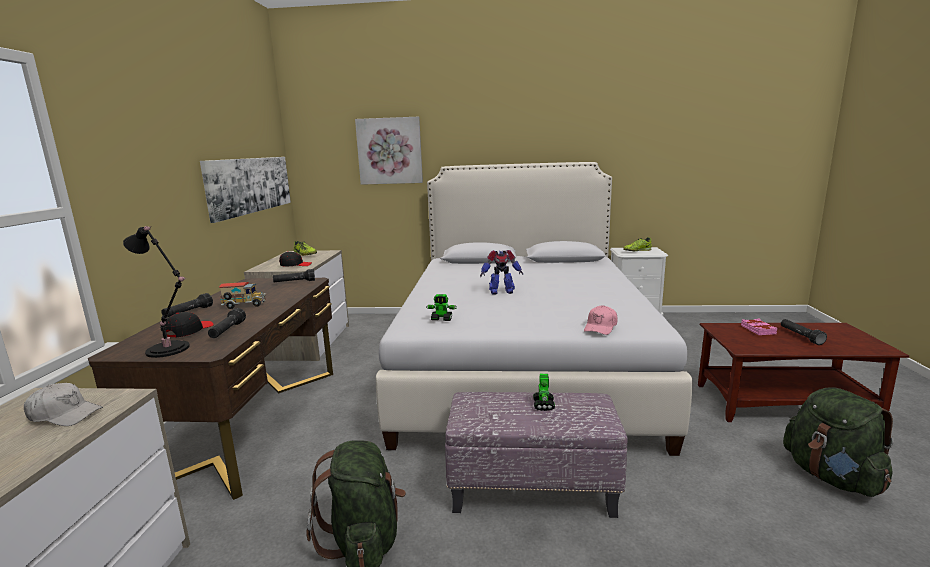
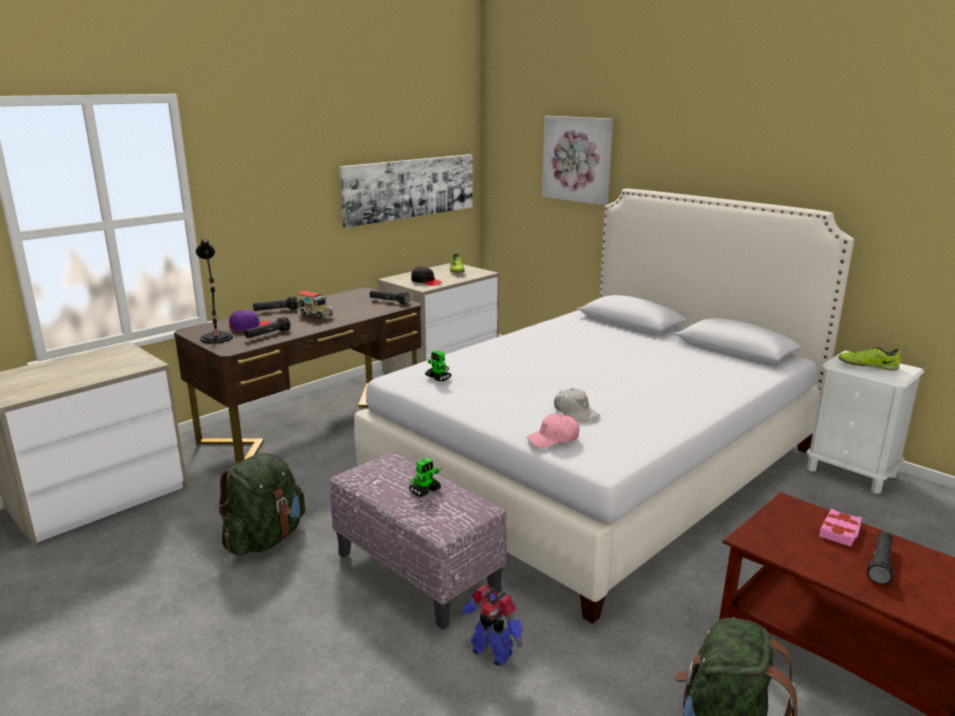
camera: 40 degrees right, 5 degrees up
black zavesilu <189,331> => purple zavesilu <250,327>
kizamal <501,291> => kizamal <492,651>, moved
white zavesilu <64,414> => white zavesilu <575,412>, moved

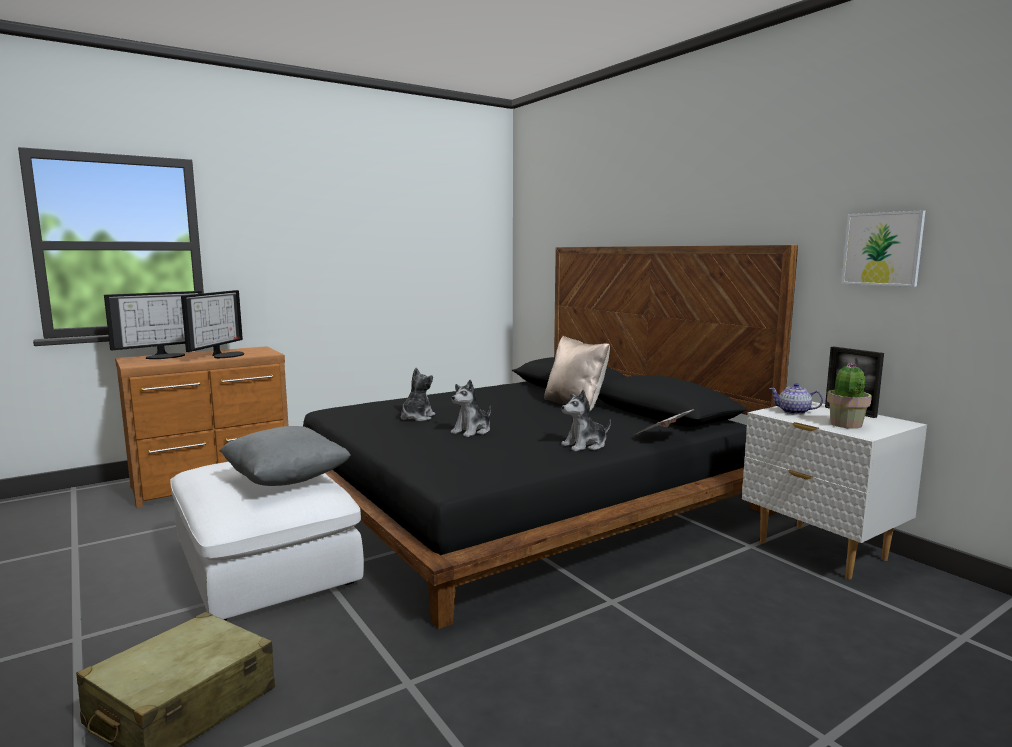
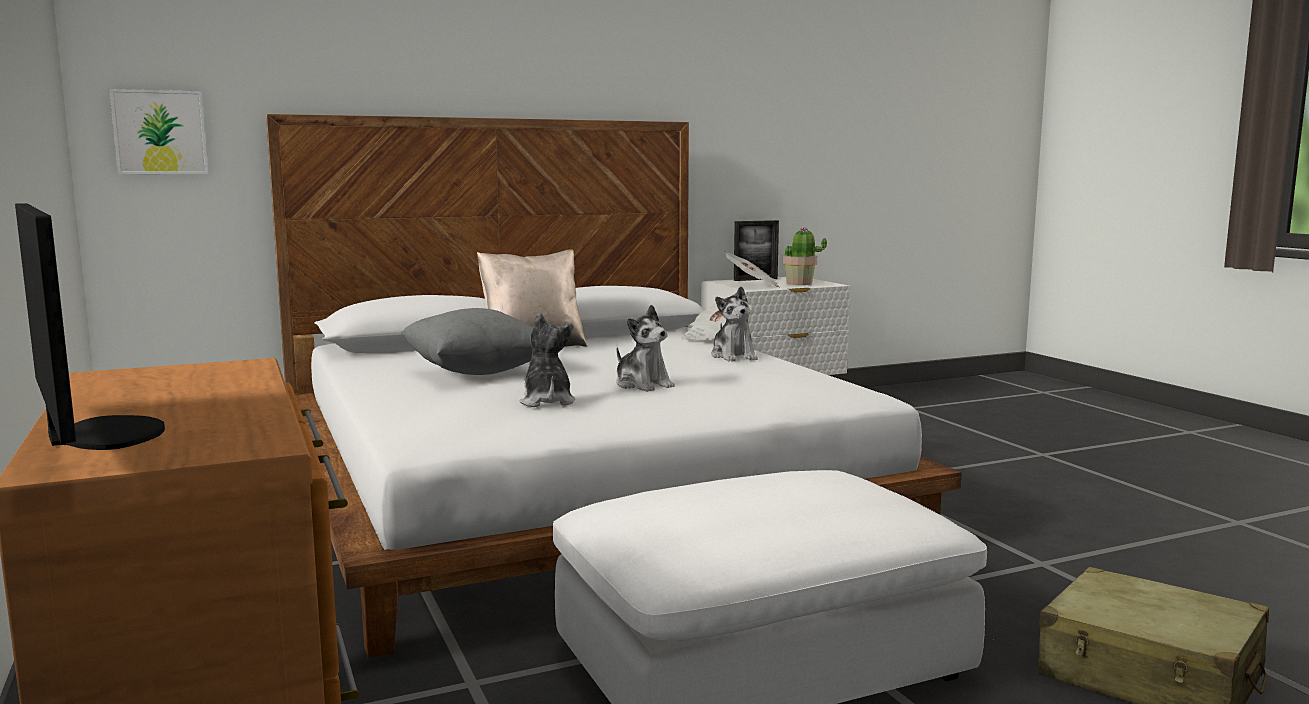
camera: 80 degrees left, 0 degrees up
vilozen <882,249> => vilozen <160,132>, moved
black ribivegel <520,498> => white ribivegel <574,493>
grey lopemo <286,479> => grey lopemo <476,372>, moved
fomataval <416,418> => fomataval <547,402>, 45 degrees clockwise
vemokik <794,412> => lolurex <751,285>
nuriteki <225,355> => nothing

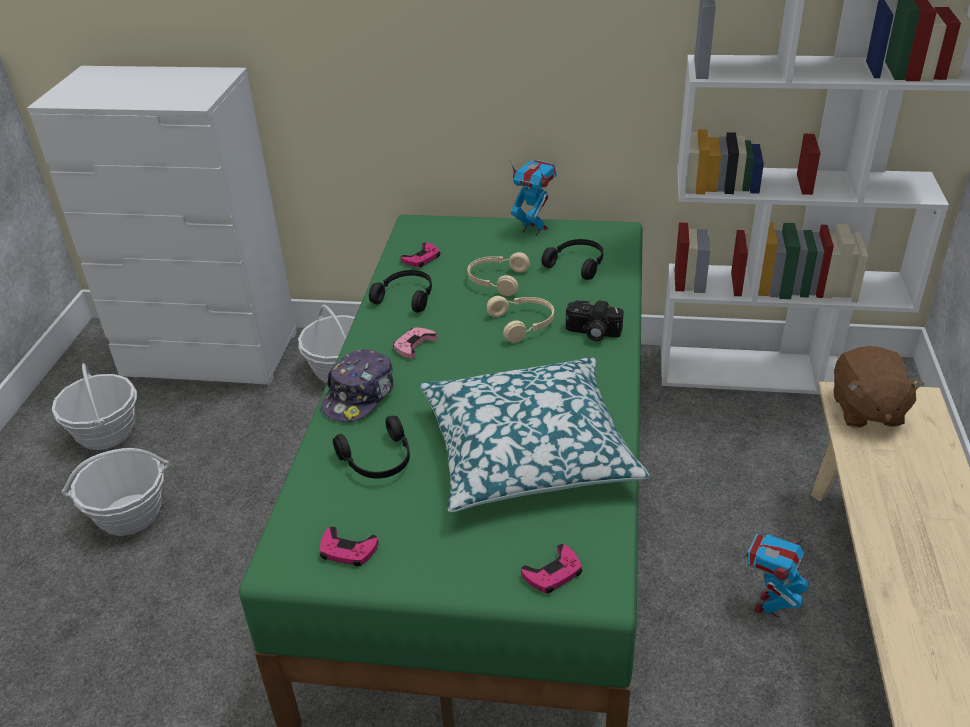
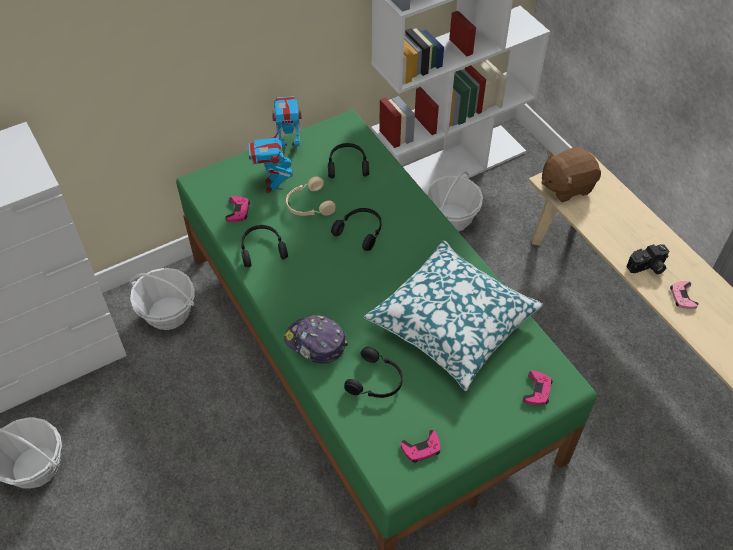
camera: 40 degrees left, 15 degrees up
kizamal <769,606> => kizamal <273,185>, moved
zavesilu <359,396> => zavesilu <315,343>, 135 degrees clockwise
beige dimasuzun <524,323> => black dimasuzun <360,231>
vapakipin <130,515> => vapakipin <451,218>, moved
brown fomataval <866,410> => brown fomataval <566,186>, 105 degrees clockwise
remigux <592,333> => remigux <648,267>, moved
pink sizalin <414,345> => pink sizalin <682,297>, moved

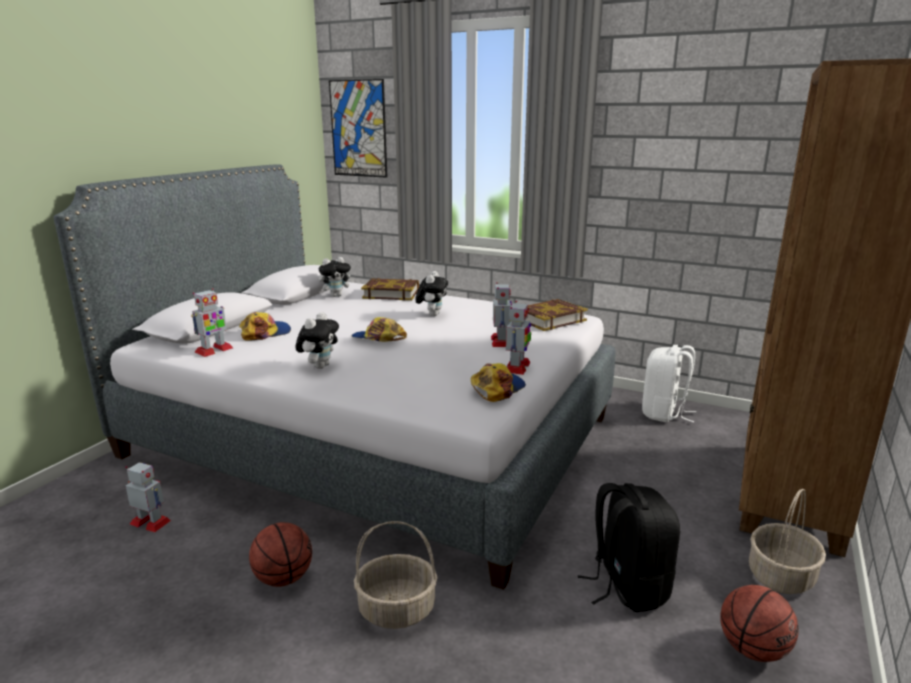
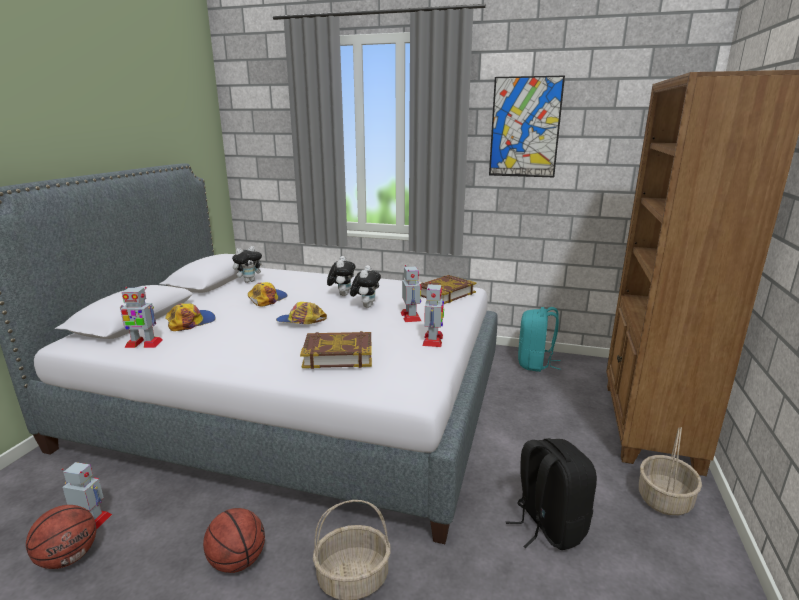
camera: 10 degrees left, 0 degrees up
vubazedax <752,649> => vubazedax <69,557>, moved
kizamal <213,350> => kizamal <143,344>, 60 degrees clockwise
zavesilu <497,388> => zavesilu <267,299>, moved
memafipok <391,294> => memafipok <338,355>, moved
fomataval <319,366> => fomataval <366,306>, moved
vilozen <358,129> => vilozen <525,127>, moved
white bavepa <664,413> => turquoise bavepa <535,363>

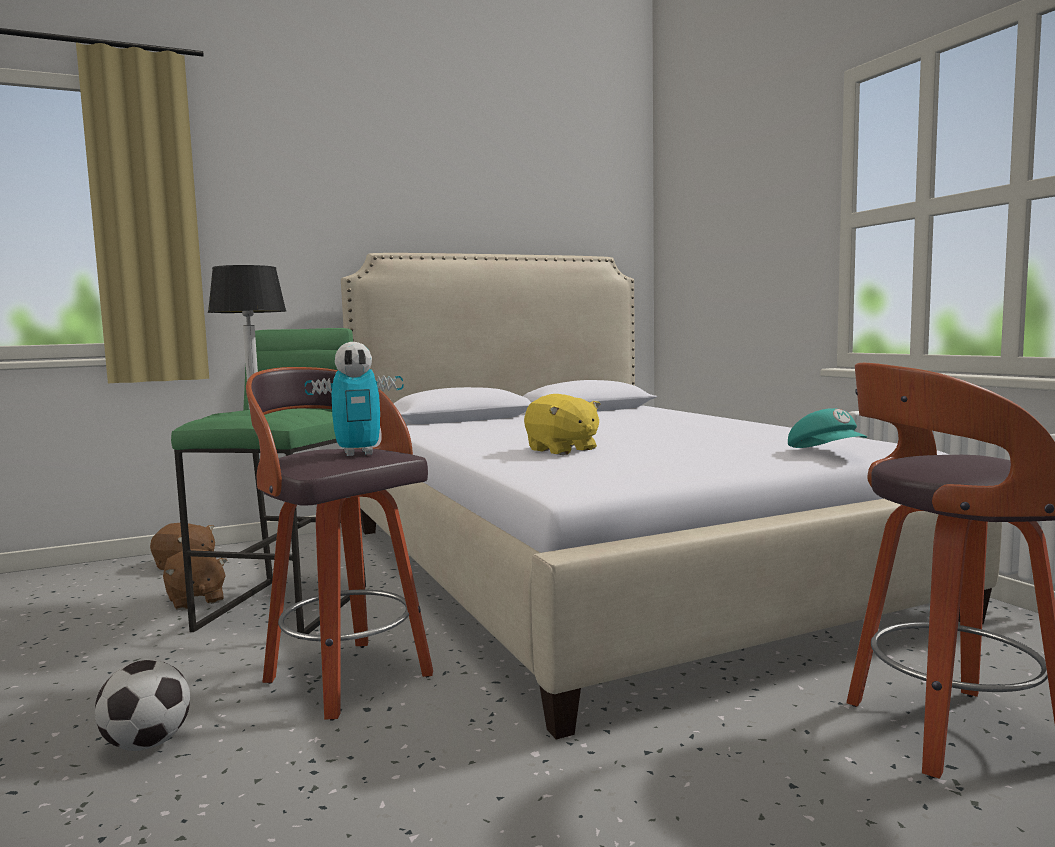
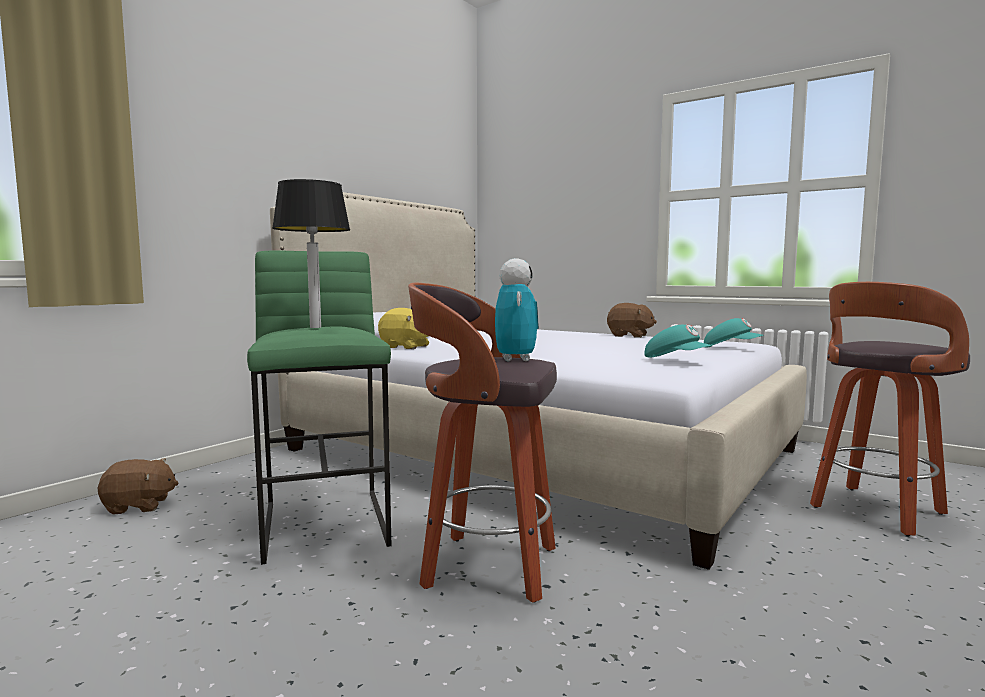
camera: 30 degrees left, 0 degrees up
yellow fomataval <562,450> => yellow fomataval <406,347>, moved
kizamal <358,453> => kizamal <515,359>, 45 degrees counterclockwise
brown fomataval <195,600> => brown fomataval <629,336>, moved
nothing => turquoise zavesilu <676,360>
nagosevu <147,744> => nothing

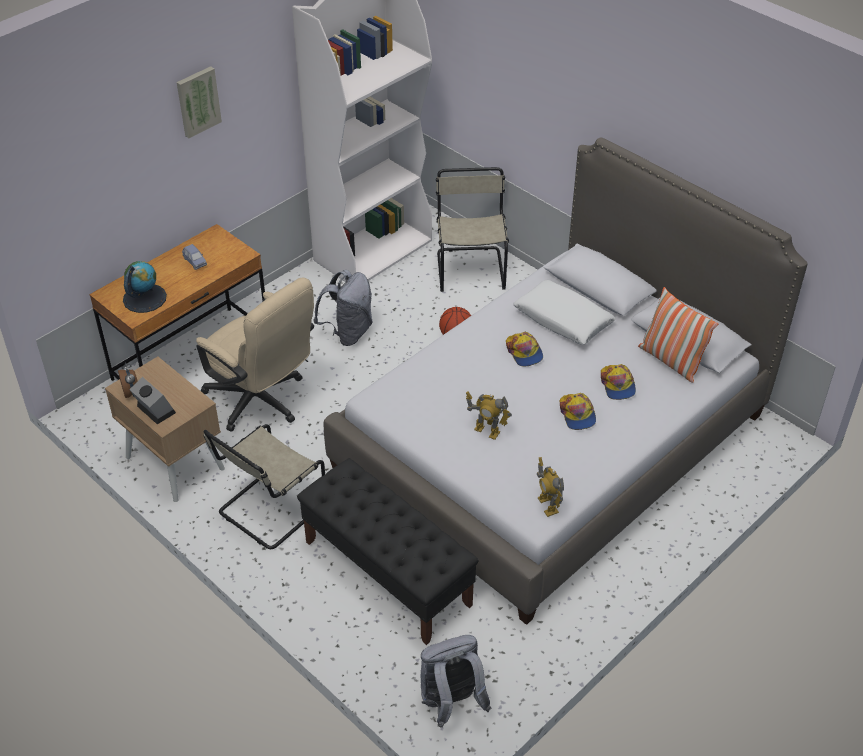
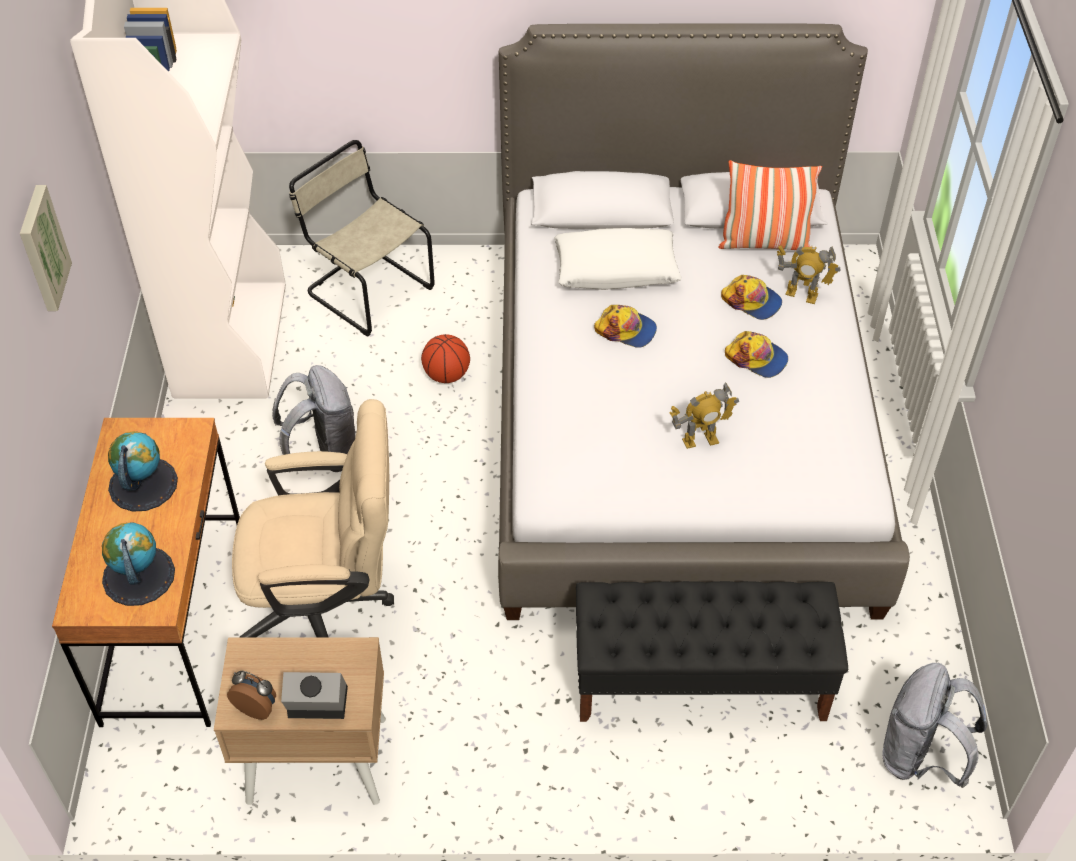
camera: 45 degrees left, 5 degrees up
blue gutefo <195,262> => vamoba <143,484>
kizamal <547,505> => kizamal <801,295>, moved
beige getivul <269,510> => nothing

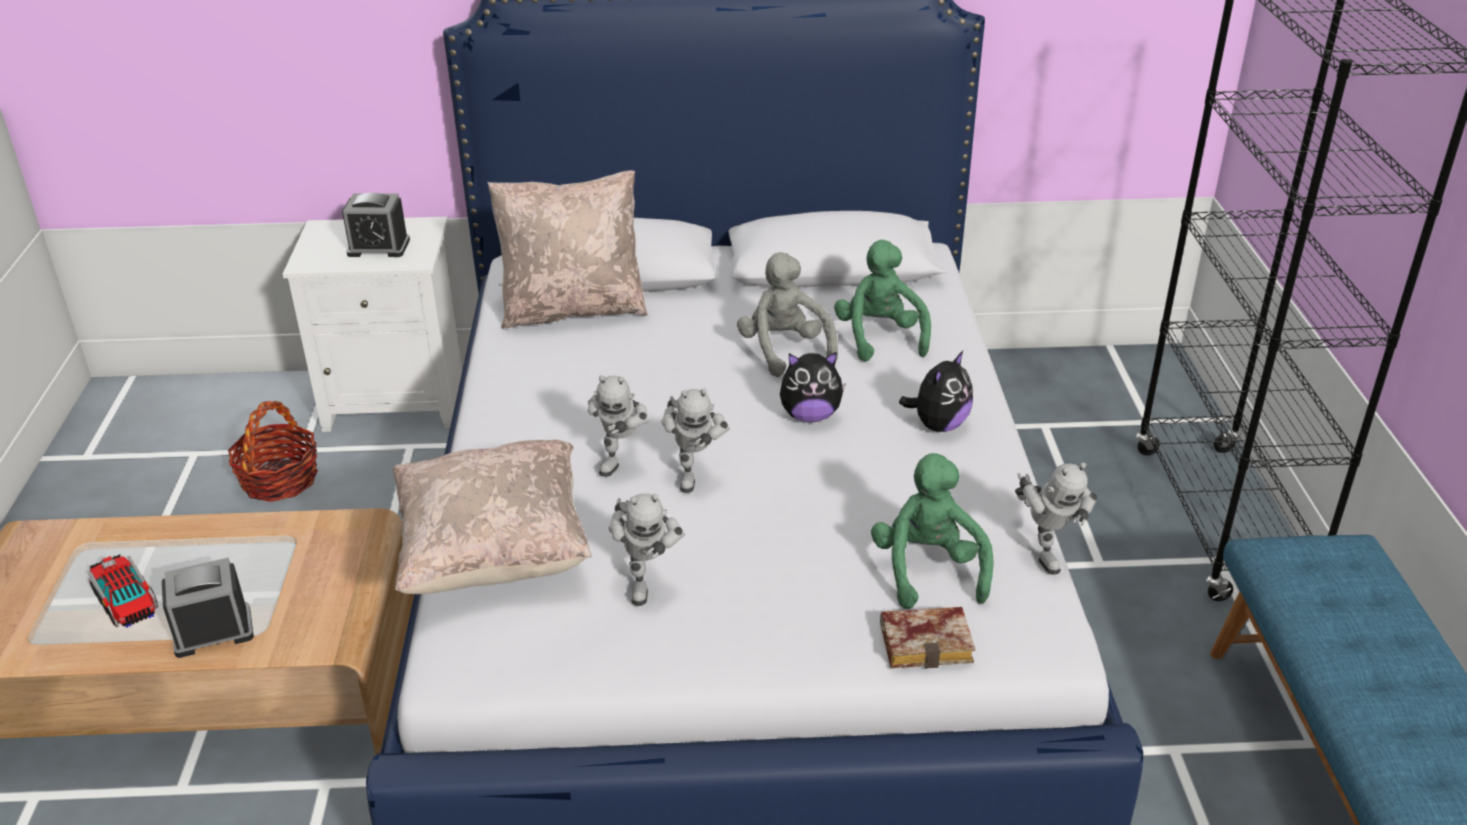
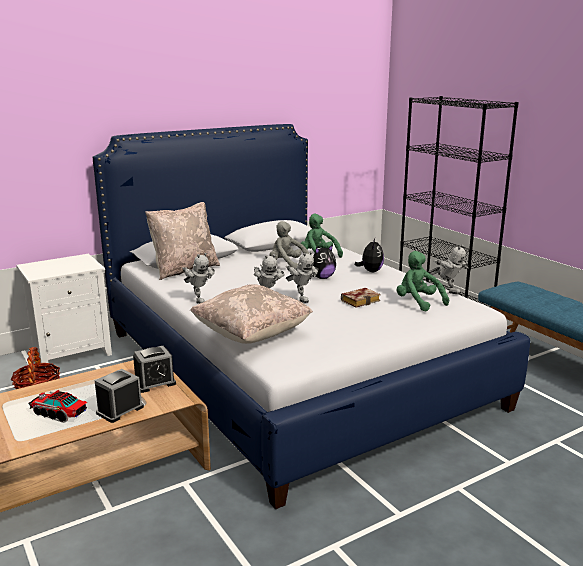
camera: 30 degrees left, 15 degrees down
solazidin <378,247> => solazidin <155,383>, moved
kizamal <646,580> => kizamal <198,300>, moved
memafipok <929,642> => memafipok <360,300>, moved

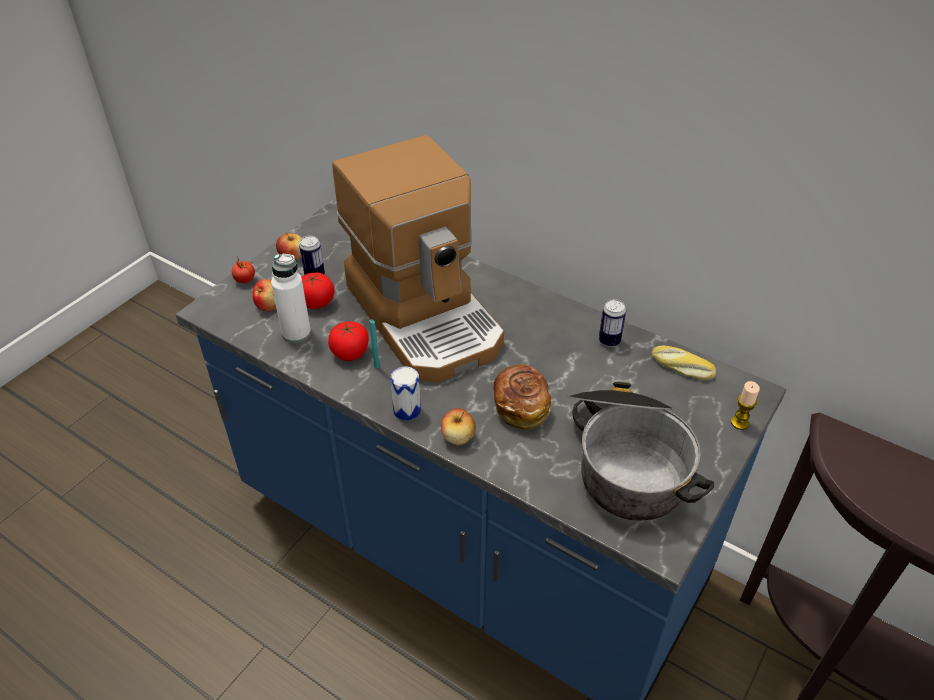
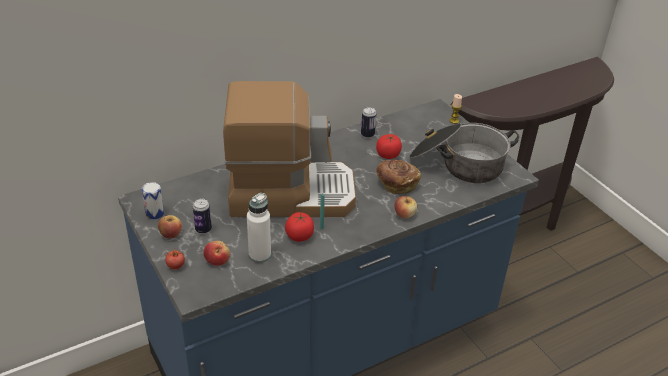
camera: 65 degrees left, 5 degrees down
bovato <407,410> => bovato <155,213>, moved
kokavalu <316,302> => kokavalu <388,155>, moved
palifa <681,368> => nothing

